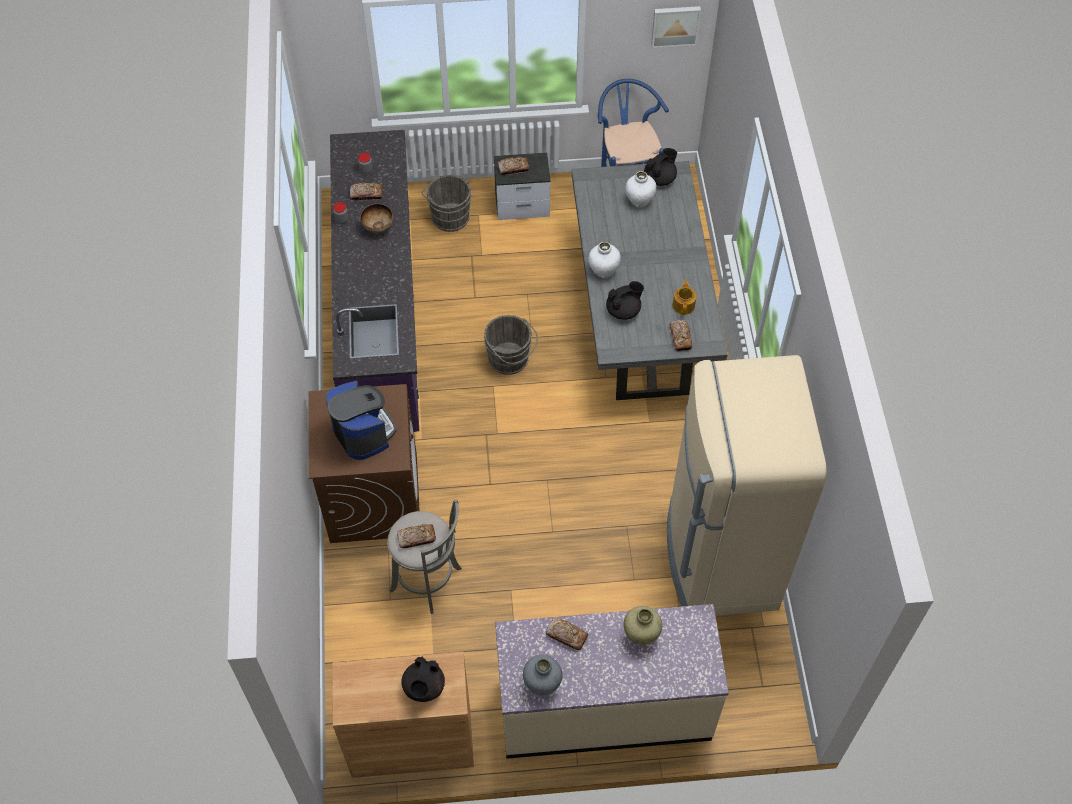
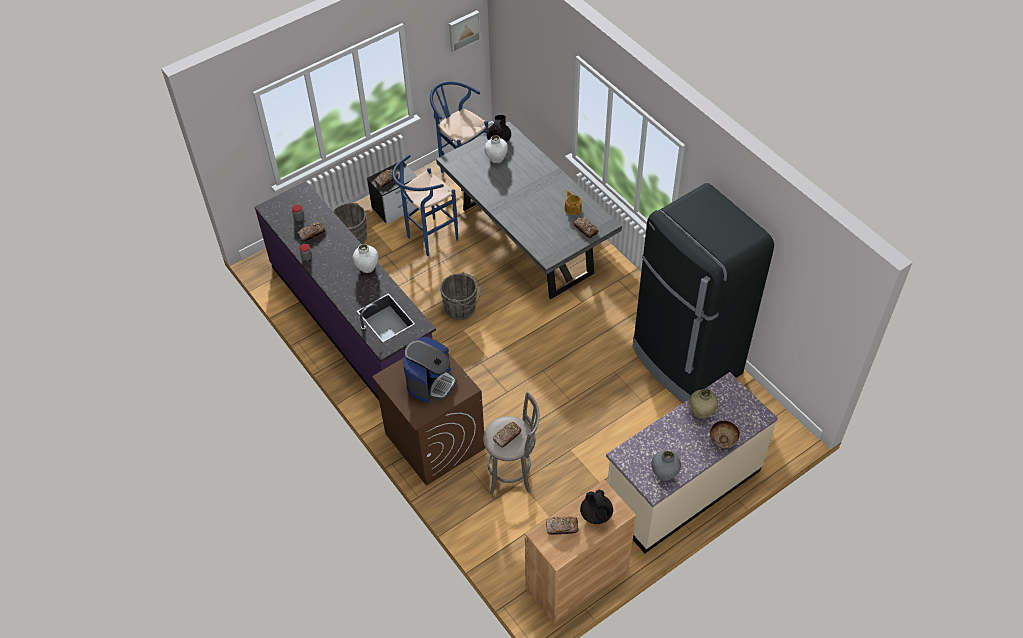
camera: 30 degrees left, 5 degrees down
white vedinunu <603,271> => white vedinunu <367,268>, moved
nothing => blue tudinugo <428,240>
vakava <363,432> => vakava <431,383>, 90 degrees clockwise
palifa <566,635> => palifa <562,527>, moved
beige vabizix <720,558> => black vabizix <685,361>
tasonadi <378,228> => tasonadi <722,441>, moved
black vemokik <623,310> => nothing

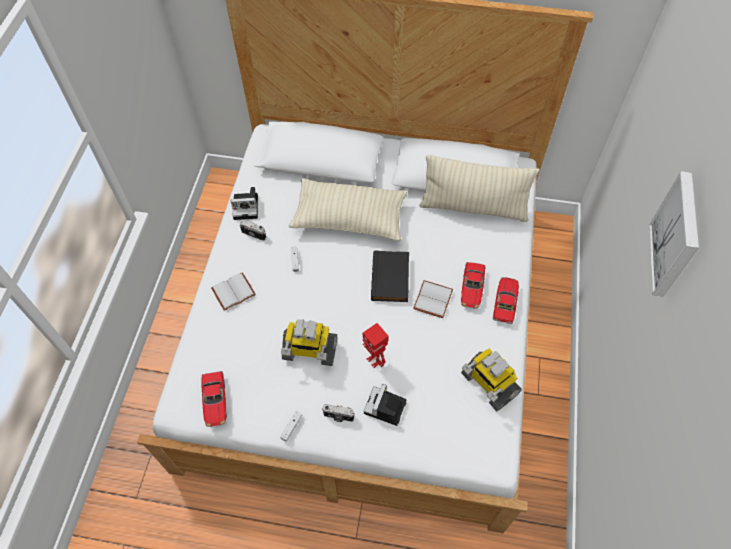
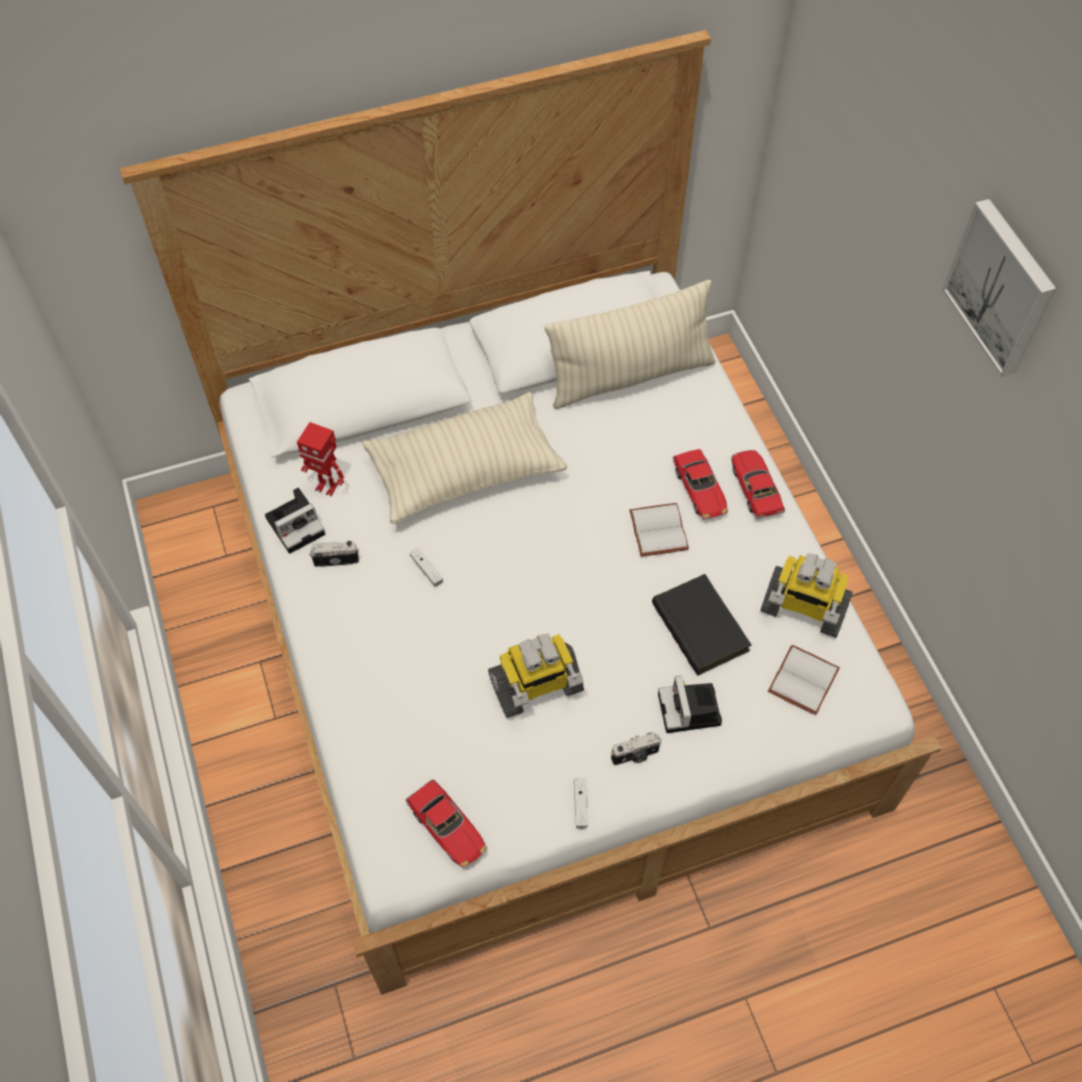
camera: 30 degrees left, 0 degrees up
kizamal <374,360> => kizamal <327,487>, moved
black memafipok <391,278> => black memafipok <702,627>, moved
white memafipok <233,291> => white memafipok <801,679>, moved

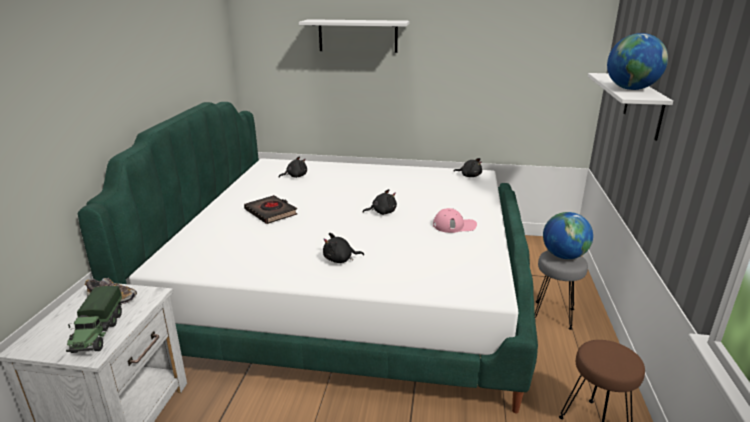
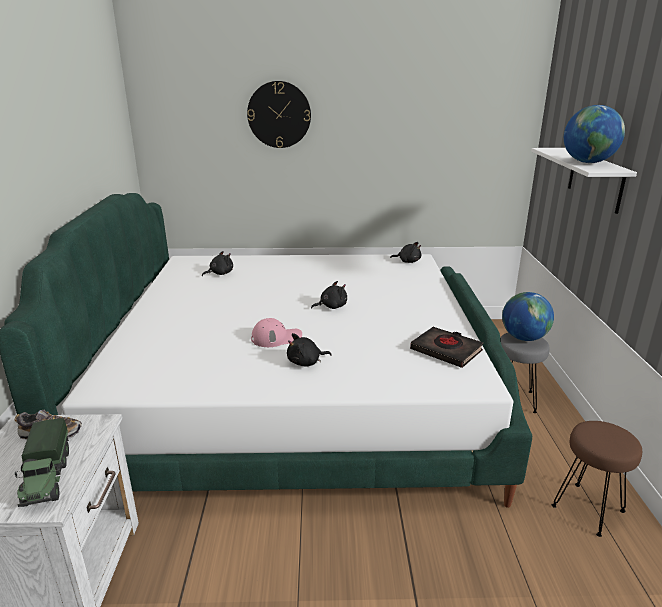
camera: 10 degrees left, 0 degrees up
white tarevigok <358,36> => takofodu <279,115>
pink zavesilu <454,225> => pink zavesilu <276,338>, moved
black memafipok <271,213> => black memafipok <446,351>, moved

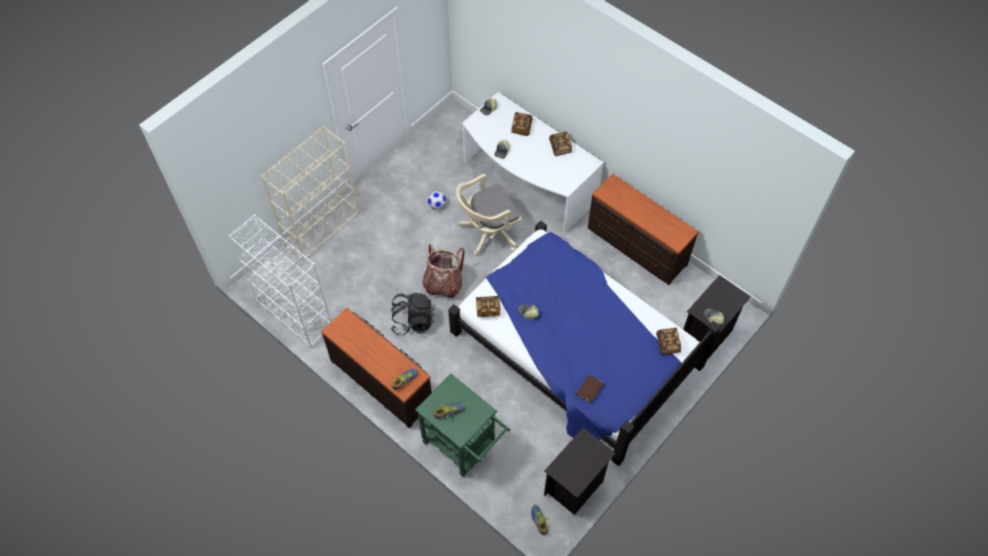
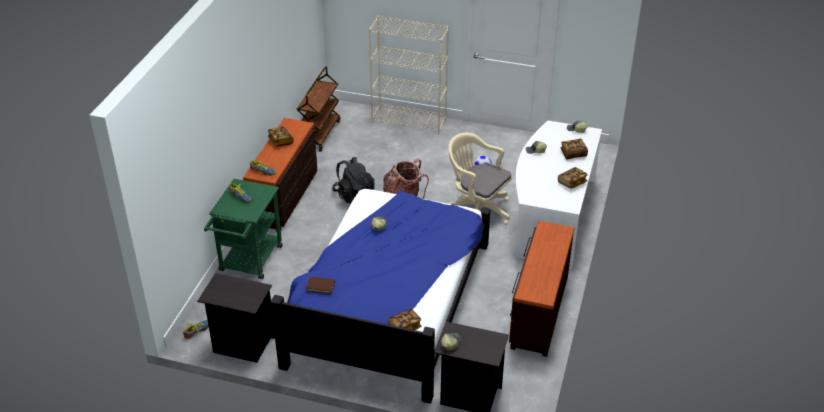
camera: 65 degrees right, 20 degrees down
memafipok <488,309> => memafipok <280,141>, moved
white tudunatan <294,314> => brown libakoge <319,134>

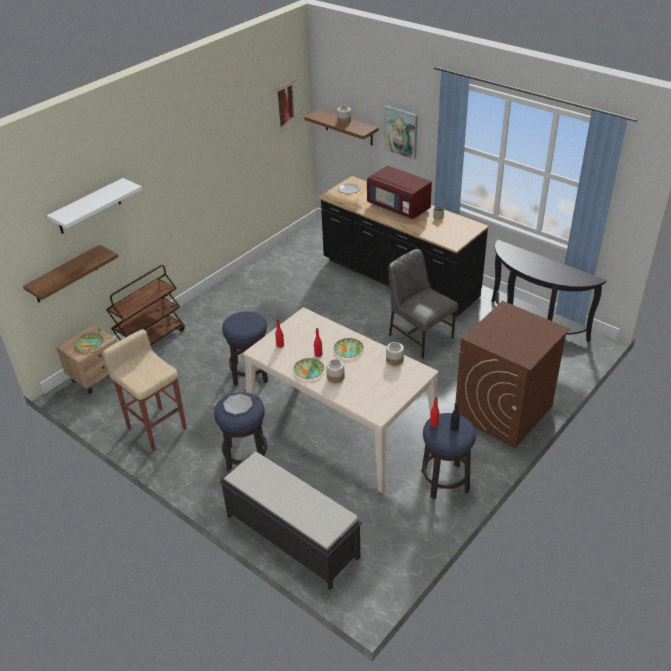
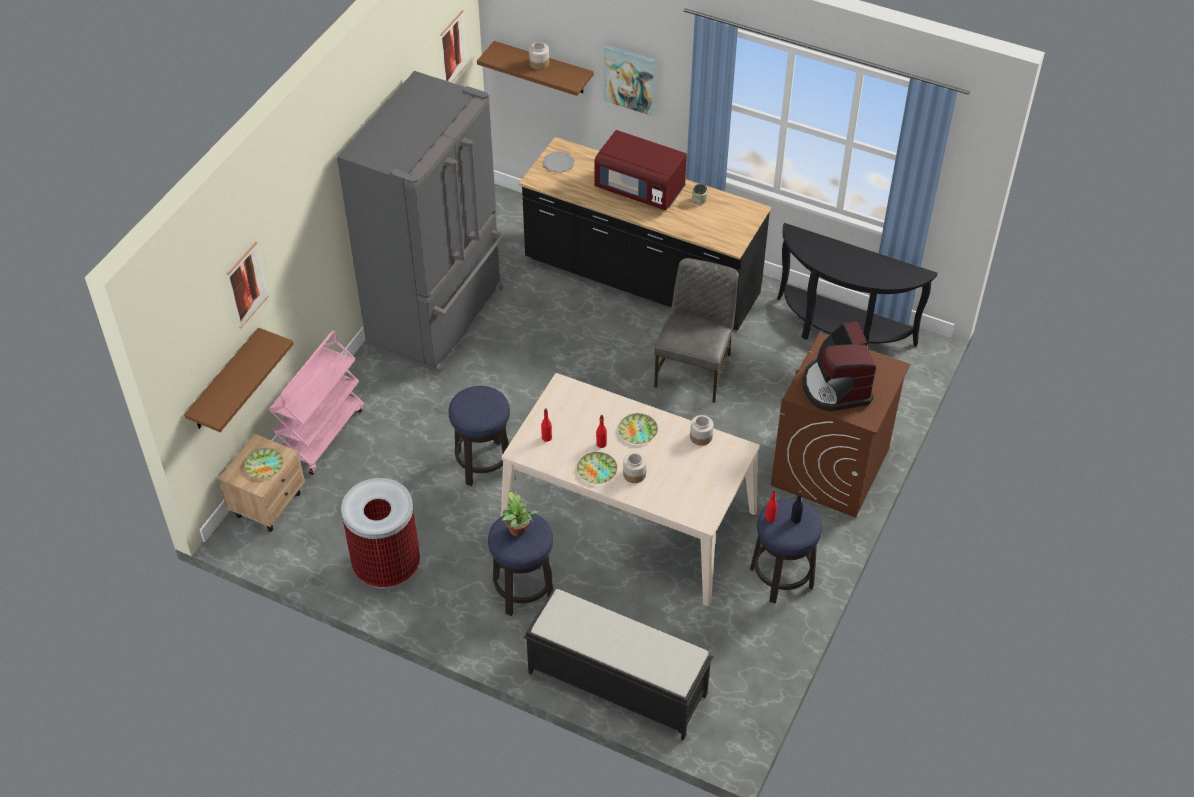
camera: 15 degrees left, 10 degrees up
white tarevigok <88,207> => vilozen <247,285>
brown libakoge <151,340> => pink libakoge <321,433>
nothing => grey vabizix <439,317>
beige tudinugo <157,427> => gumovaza <387,566>
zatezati <237,405> => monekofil <518,532>
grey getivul <419,336> => grey getivul <695,370>, 75 degrees clockwise
nothing => vakava <835,386>

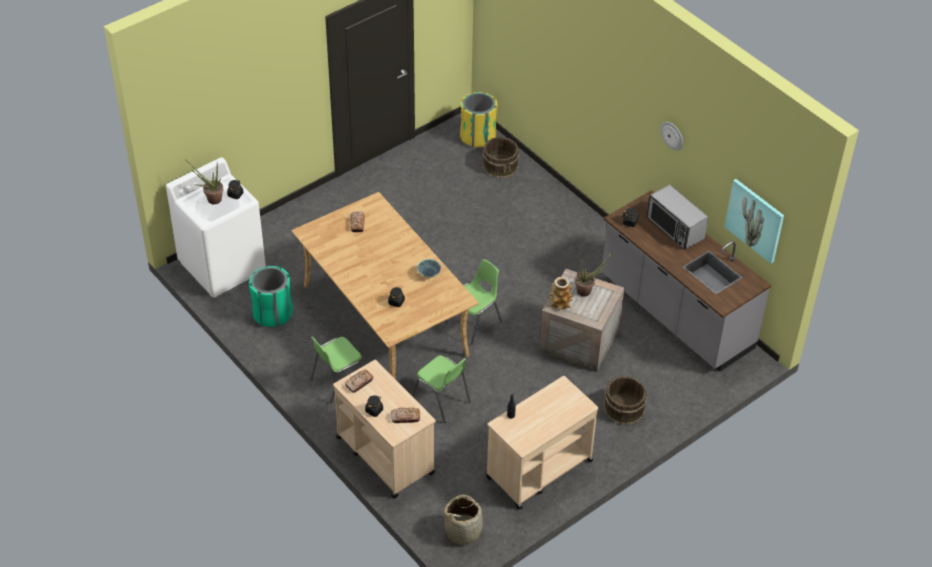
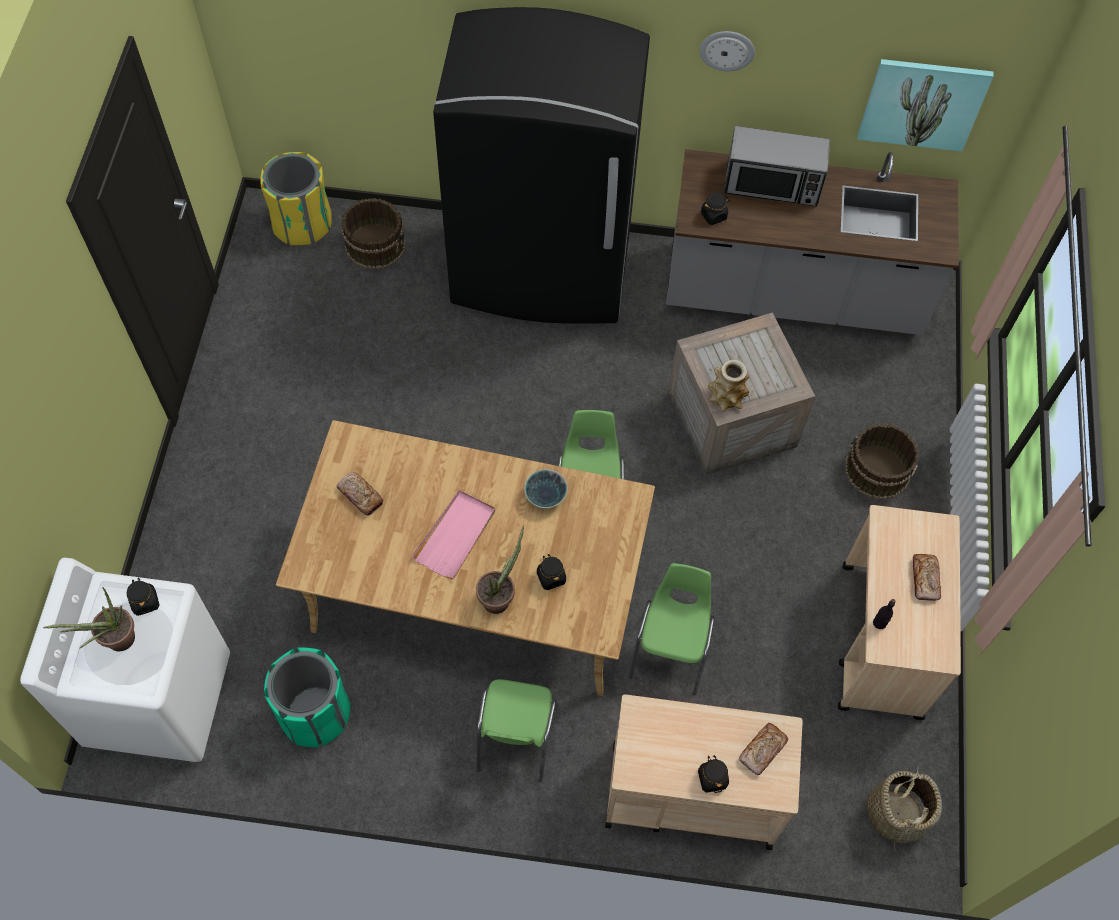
camera: 45 degrees left, 15 degrees up
nothing => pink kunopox <455,535>
nothing => black vabizix <541,272>
monekofil <587,291> => monekofil <500,596>, moved
green getivul <441,401> => green getivul <671,649>, 75 degrees counterclockwise
palifa <359,383> => palifa <924,579>, moved

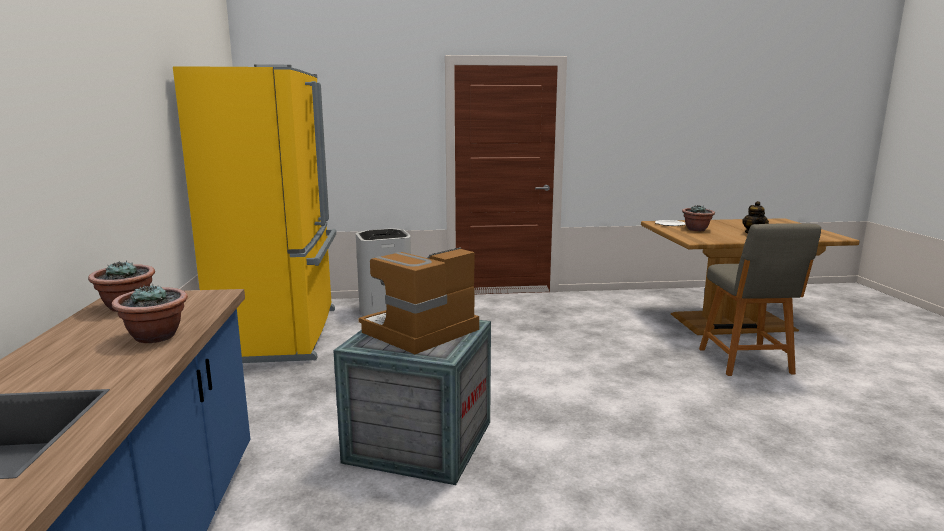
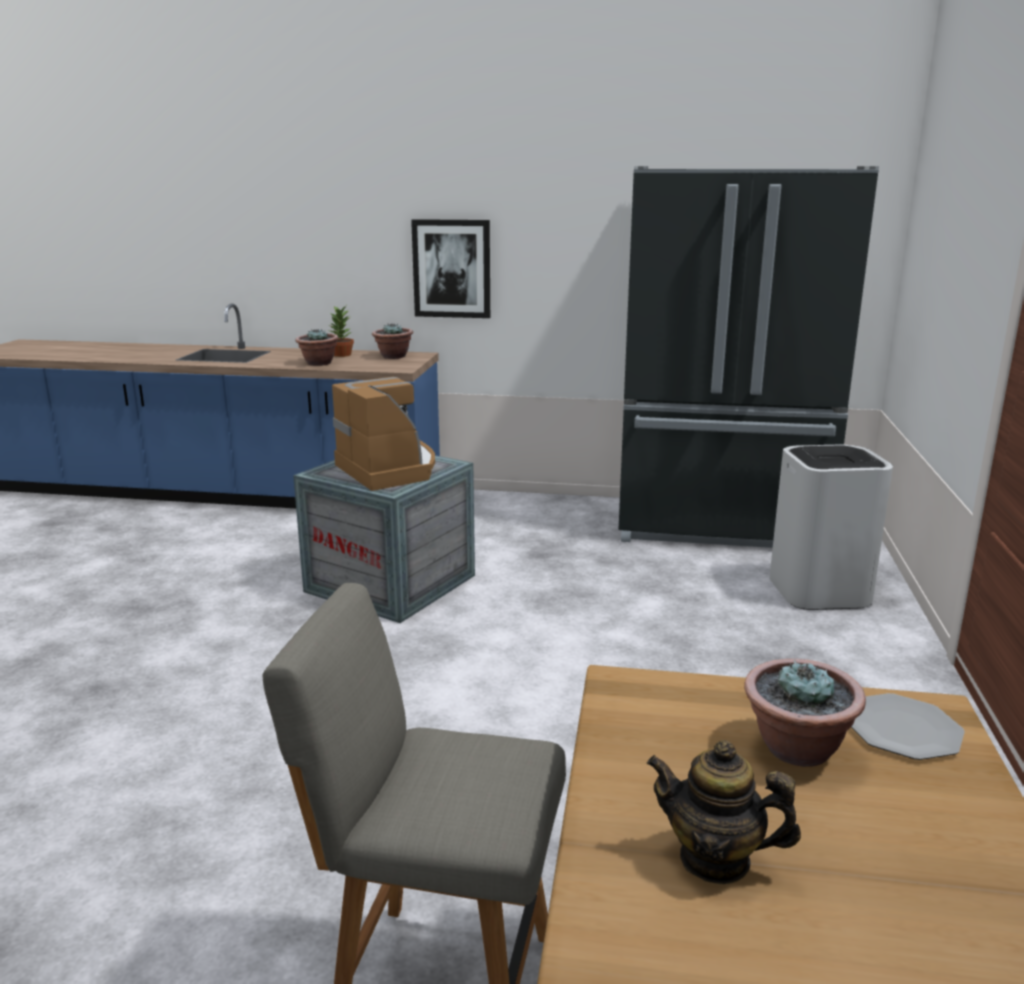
camera: 105 degrees right, 5 degrees up
nothing => monekofil <342,355>
nothing => vilozen <452,268>
yellow vabizix <282,334> => black vabizix <720,526>

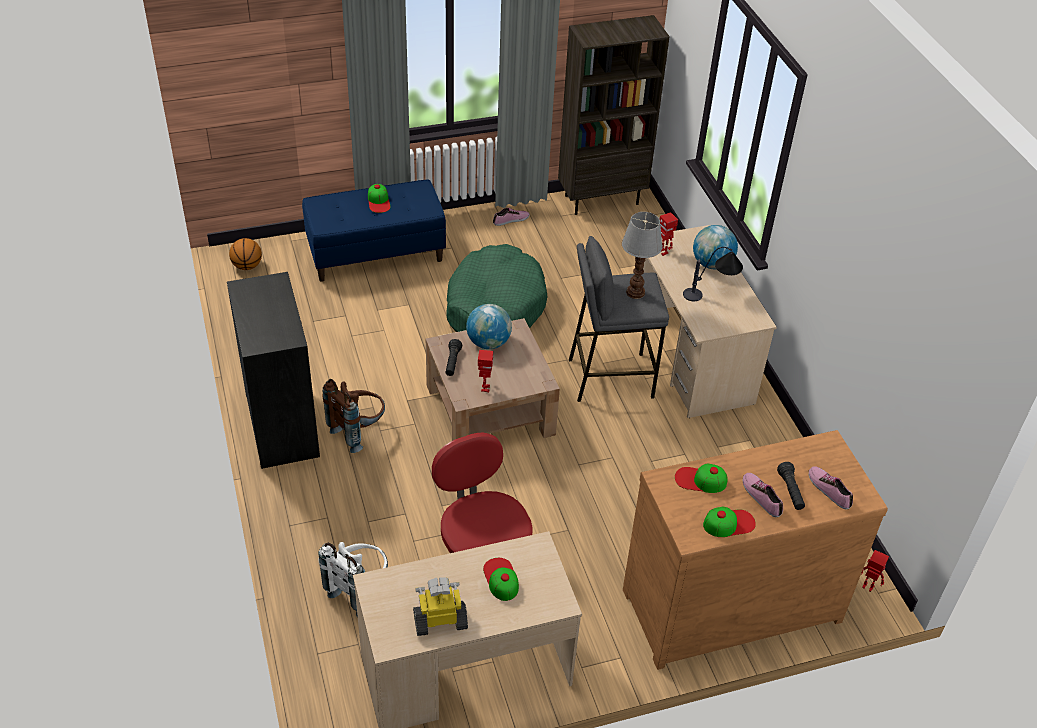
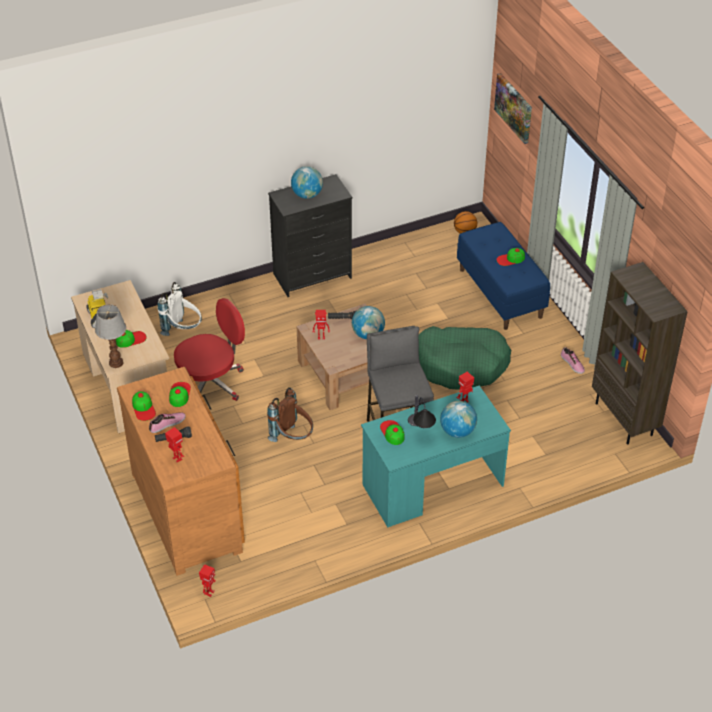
camera: 85 degrees right, 0 degrees up
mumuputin <635,292> => mumuputin <116,362>, moved
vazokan <829,489> => kizamal <177,459>
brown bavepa <358,431> => brown bavepa <293,438>, moved
nothing => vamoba <307,195>
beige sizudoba <690,357> => turquoise sizudoba <432,485>
nothing => zavesilu <392,432>
nothing => vilozen <514,107>

